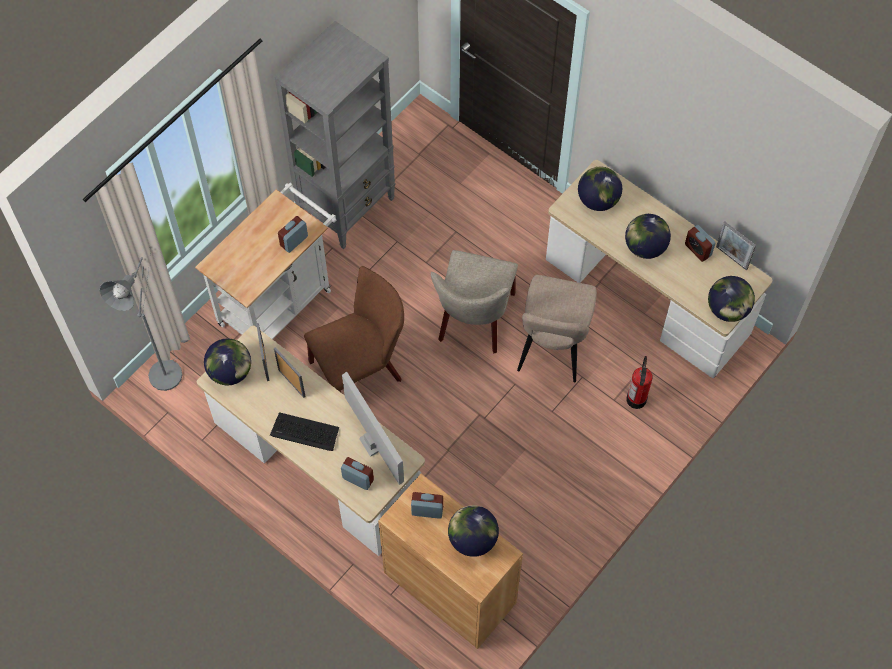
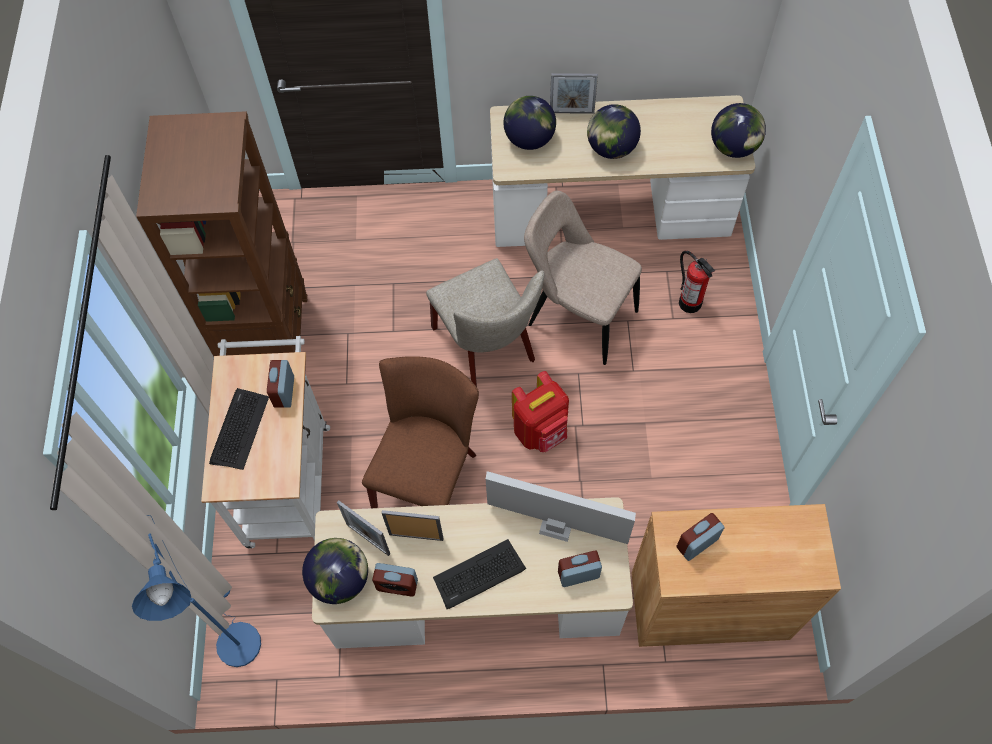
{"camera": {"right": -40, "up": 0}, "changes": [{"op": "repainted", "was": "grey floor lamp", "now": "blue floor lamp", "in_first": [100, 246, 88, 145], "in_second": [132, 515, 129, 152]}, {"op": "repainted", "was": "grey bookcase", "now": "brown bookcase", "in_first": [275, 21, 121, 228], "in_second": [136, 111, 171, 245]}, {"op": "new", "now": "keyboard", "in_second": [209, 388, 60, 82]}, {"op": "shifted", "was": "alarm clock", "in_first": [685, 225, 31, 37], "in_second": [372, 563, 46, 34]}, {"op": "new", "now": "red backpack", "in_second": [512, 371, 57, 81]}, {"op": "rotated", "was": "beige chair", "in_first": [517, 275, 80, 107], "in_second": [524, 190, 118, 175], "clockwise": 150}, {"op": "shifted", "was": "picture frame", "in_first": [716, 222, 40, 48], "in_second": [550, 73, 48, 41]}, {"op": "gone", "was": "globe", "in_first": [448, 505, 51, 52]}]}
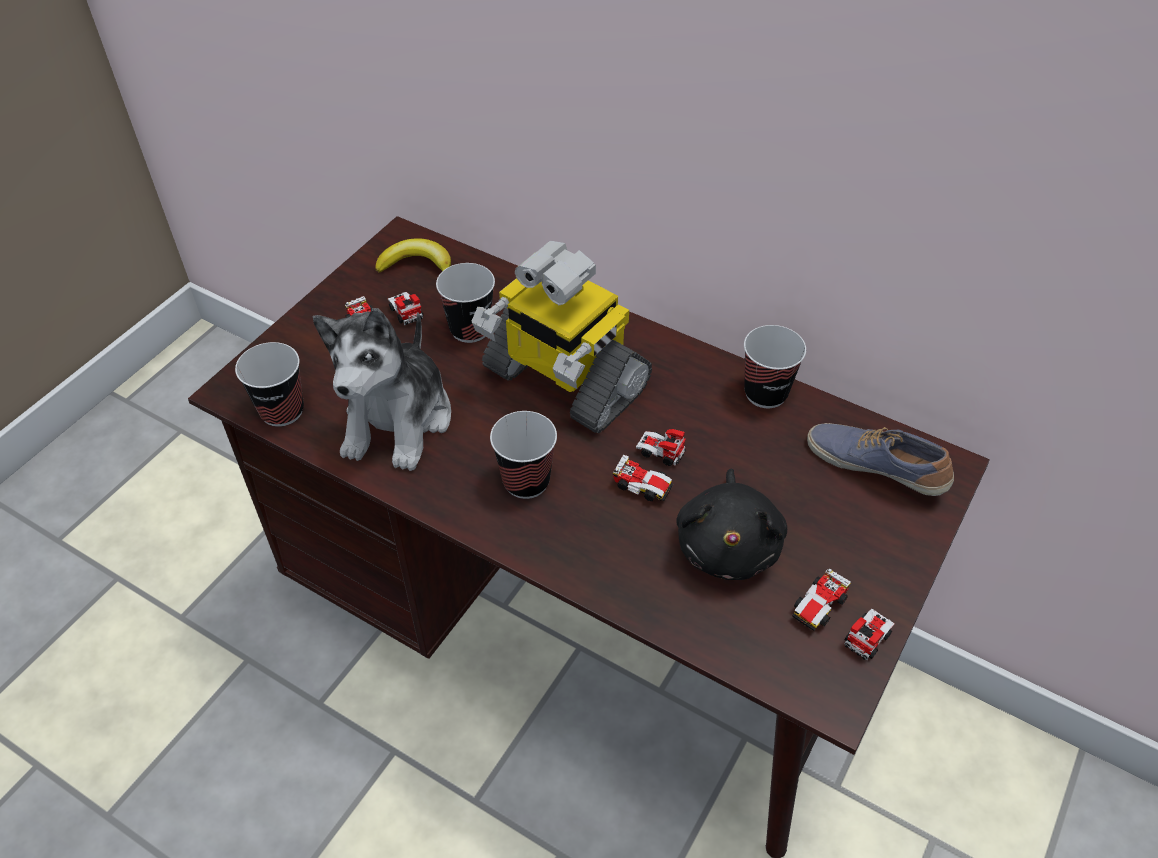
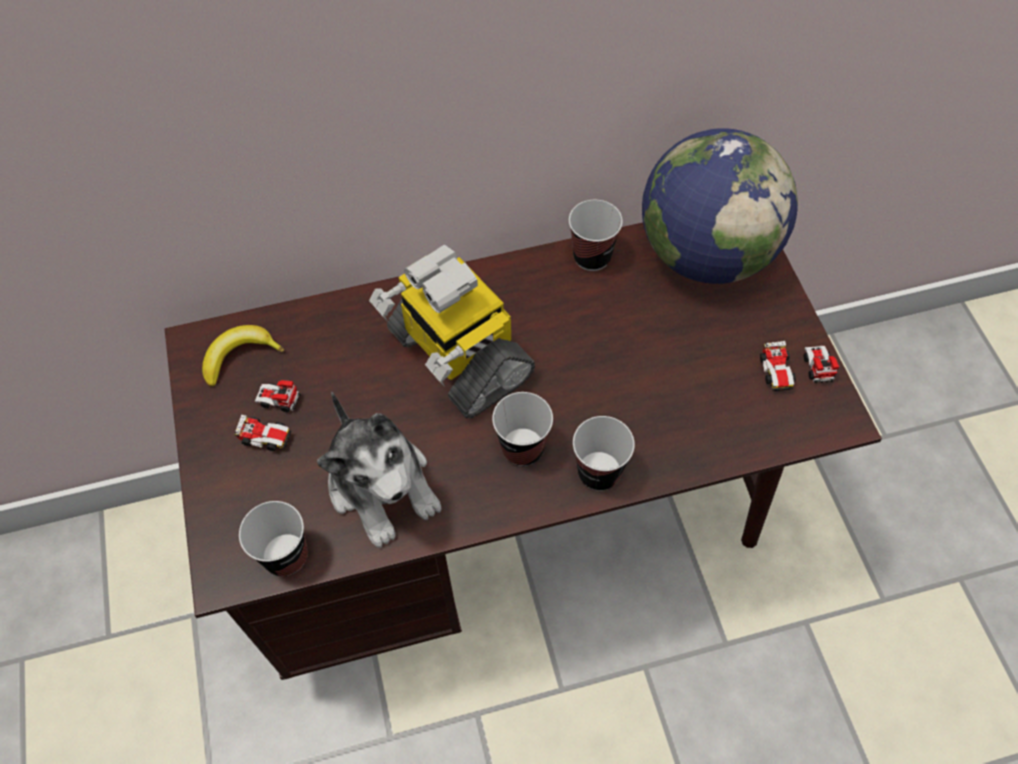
{"camera": {"right": -45, "up": 10}, "changes": [{"op": "rotated", "was": "toy robot", "in_first": [471, 241, 181, 192], "in_second": [369, 245, 166, 174], "clockwise": 60}, {"op": "shifted", "was": "cup", "in_first": [436, 263, 59, 80], "in_second": [573, 416, 62, 75]}, {"op": "swapped", "was": "shoe", "now": "globe", "in_first": [807, 423, 147, 73], "in_second": [642, 128, 156, 156]}, {"op": "gone", "was": "toy car", "in_first": [613, 429, 73, 73]}, {"op": "gone", "was": "black plush toy", "in_first": [676, 469, 111, 111]}]}
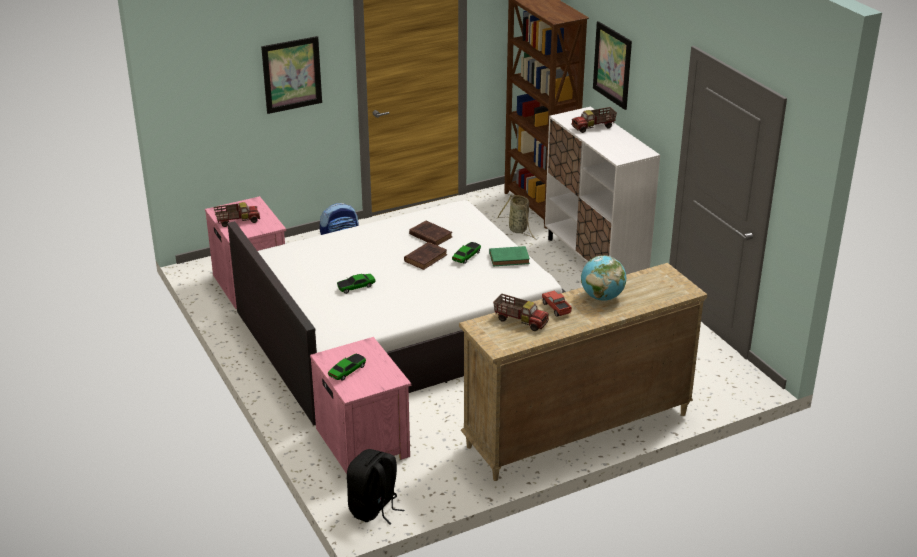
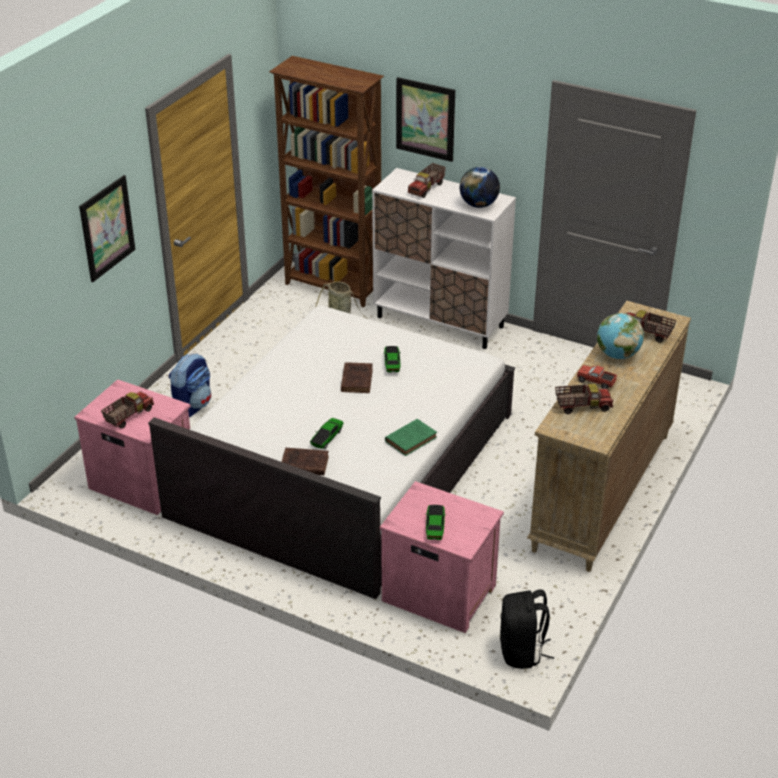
{"camera": {"right": -35, "up": 5}, "changes": [{"op": "shifted", "was": "brown book", "in_first": [409, 221, 43, 25], "in_second": [282, 448, 47, 27]}, {"op": "shifted", "was": "green book", "in_first": [489, 246, 41, 20], "in_second": [385, 419, 52, 37]}, {"op": "new", "now": "globe", "in_second": [460, 167, 40, 41]}, {"op": "new", "now": "toy truck", "in_second": [626, 310, 51, 33]}]}
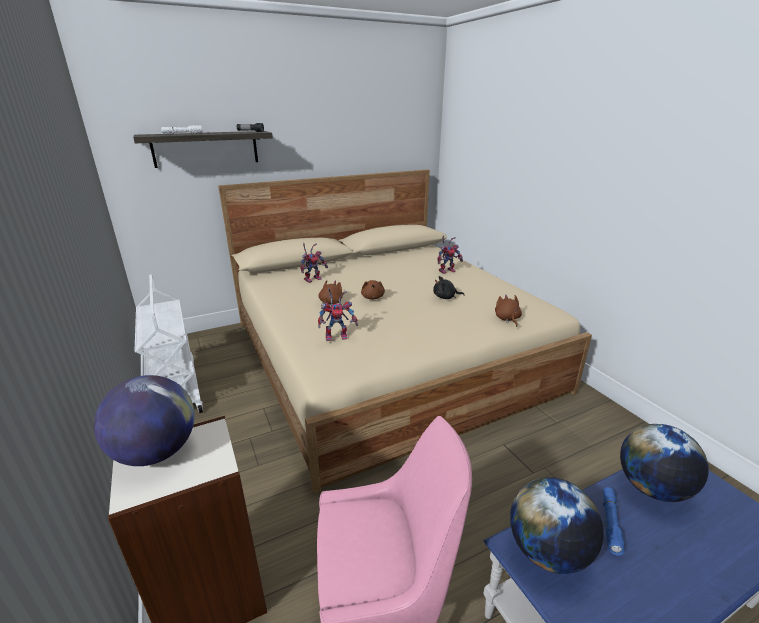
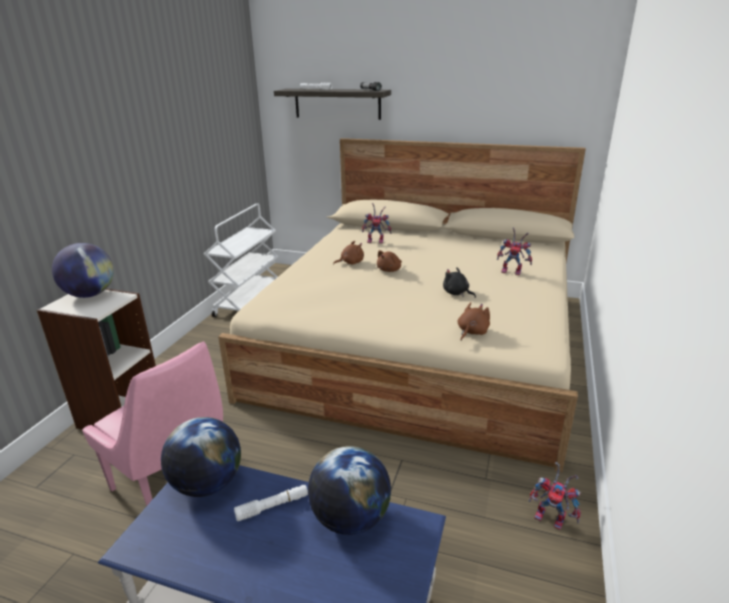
{"camera": {"right": 45, "up": 0}, "changes": [{"op": "repainted", "was": "blue flashlight", "now": "white flashlight", "in_first": [603, 487, 22, 69], "in_second": [234, 485, 74, 36]}, {"op": "shifted", "was": "toy robot", "in_first": [318, 288, 40, 53], "in_second": [528, 462, 53, 68]}]}
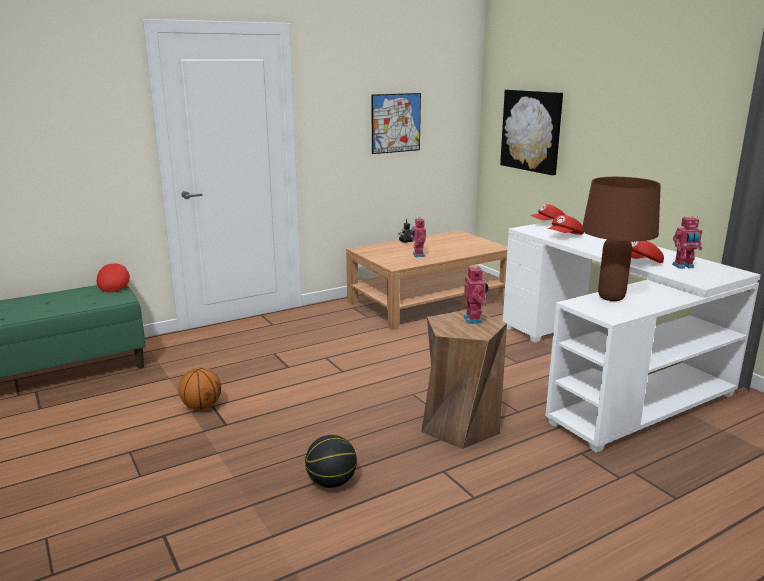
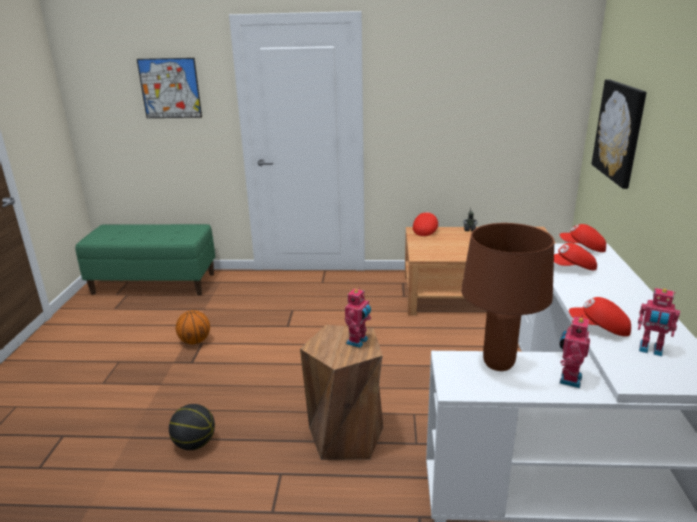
{"camera": {"right": 35, "up": 5}, "changes": [{"op": "shifted", "was": "picture", "in_first": [371, 93, 50, 61], "in_second": [137, 58, 65, 60]}, {"op": "shifted", "was": "red cap", "in_first": [97, 263, 33, 29], "in_second": [413, 212, 25, 24]}, {"op": "shifted", "was": "toy robot", "in_first": [411, 217, 15, 40], "in_second": [559, 315, 31, 73]}]}
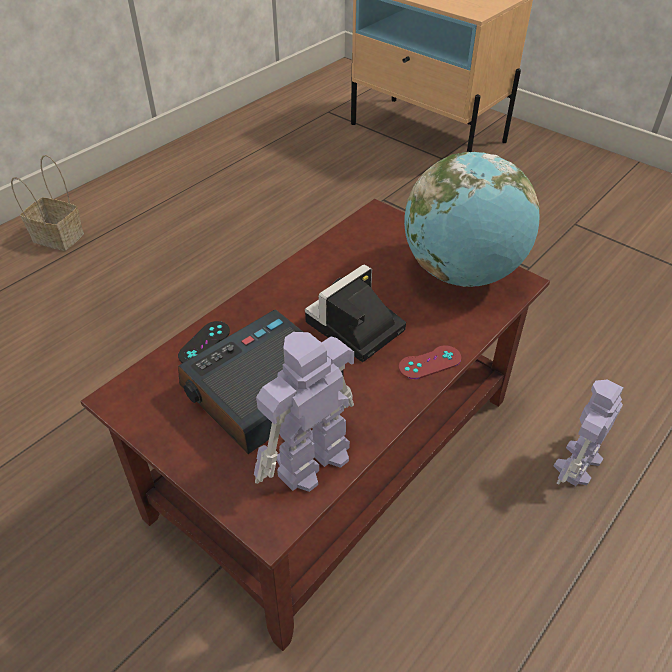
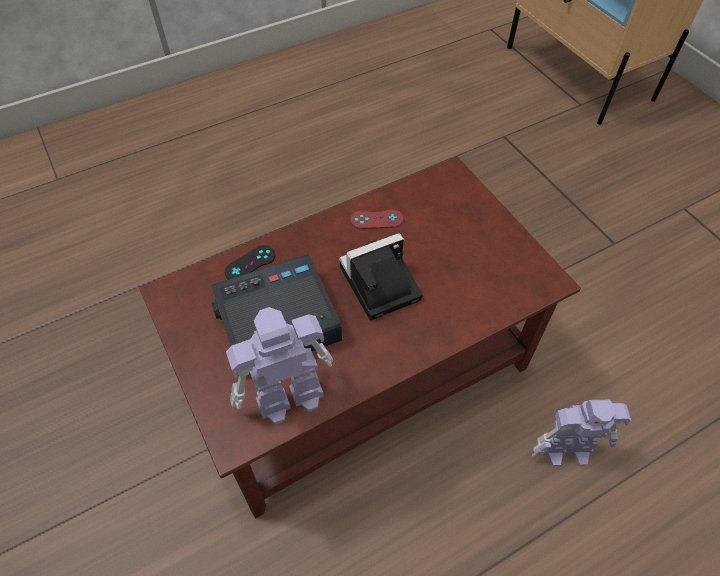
{"camera": {"right": 20, "up": 10}, "changes": [{"op": "shifted", "was": "red game controller", "in_first": [399, 345, 62, 34], "in_second": [350, 209, 53, 20]}, {"op": "rotated", "was": "toy robot", "in_first": [554, 380, 70, 106], "in_second": [532, 400, 99, 66], "clockwise": -150}, {"op": "gone", "was": "basket", "in_first": [11, 155, 73, 96]}, {"op": "gone", "was": "globe", "in_first": [404, 152, 136, 135]}]}
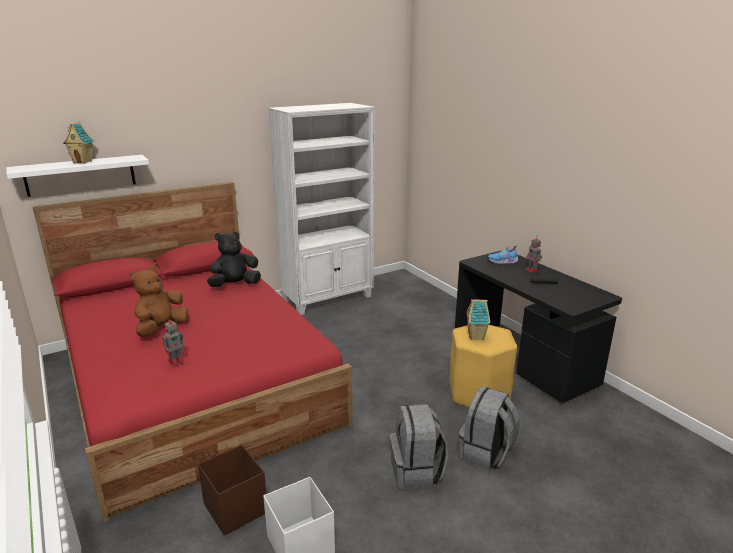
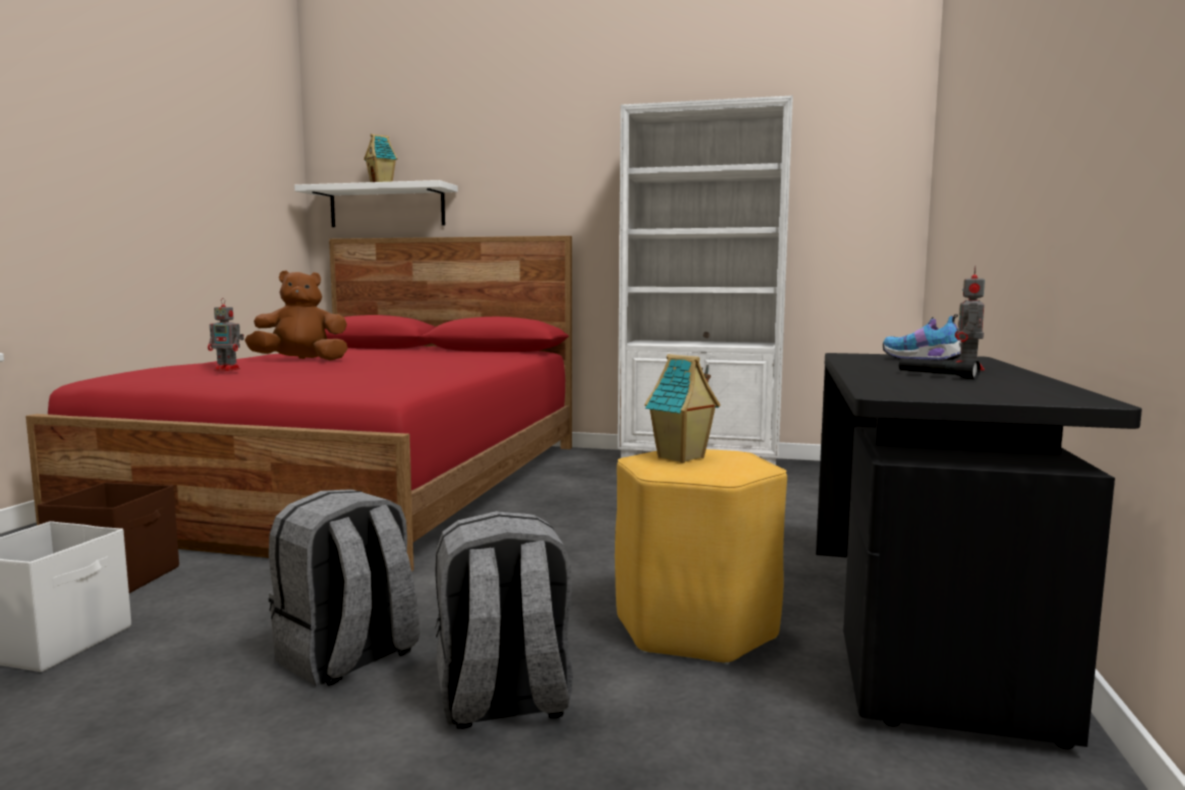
{"camera": {"right": 45, "up": -15}, "changes": [{"op": "gone", "was": "black plush toy", "in_first": [207, 232, 54, 55]}]}
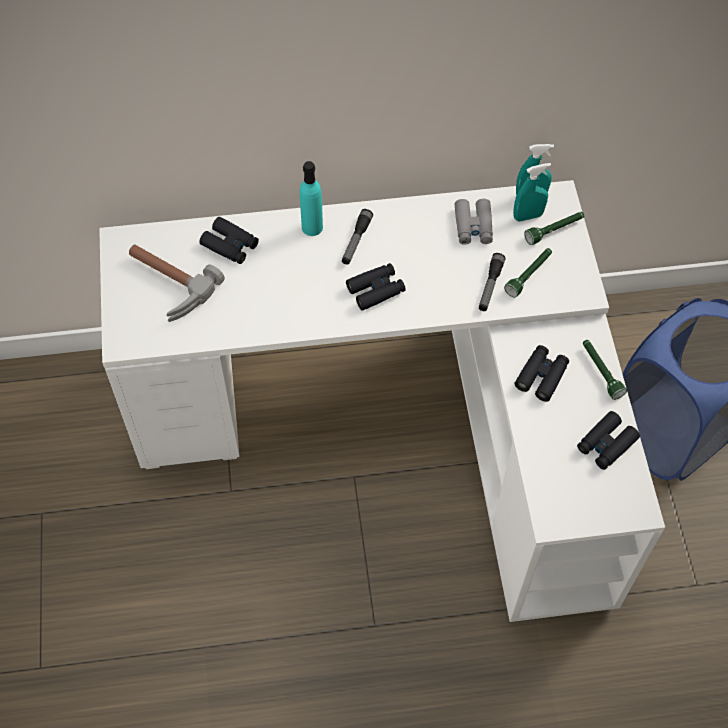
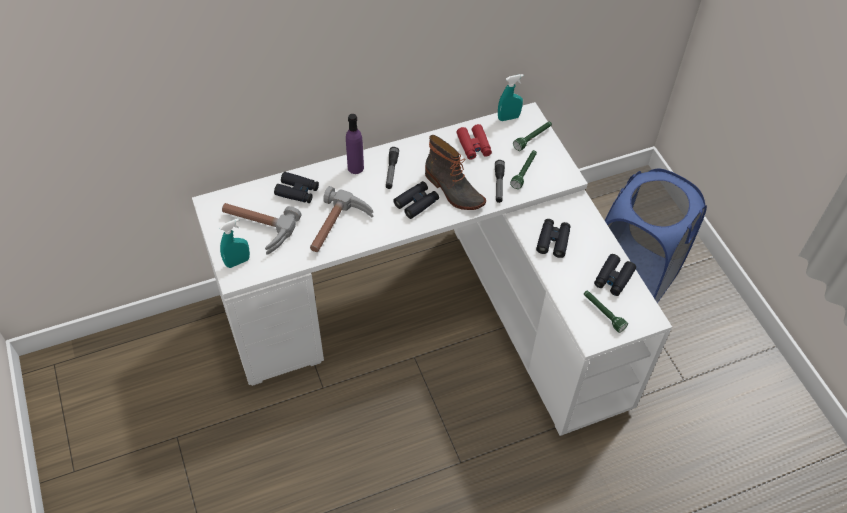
{"camera": {"right": -15, "up": -5}, "changes": [{"op": "shifted", "was": "turquoise spray bottle", "in_first": [513, 163, 38, 59], "in_second": [219, 219, 31, 49]}, {"op": "new", "now": "hammer", "in_second": [310, 186, 64, 66]}, {"op": "repainted", "was": "turquoise bottle", "now": "purple bottle", "in_first": [300, 161, 23, 75], "in_second": [346, 114, 18, 60]}, {"op": "new", "now": "boot", "in_second": [425, 135, 61, 75]}, {"op": "repainted", "was": "grey binoculars", "now": "red binoculars", "in_first": [455, 199, 38, 46], "in_second": [456, 124, 36, 36]}, {"op": "shifted", "was": "green flashlight", "in_first": [583, 340, 44, 60], "in_second": [584, 291, 44, 42]}]}
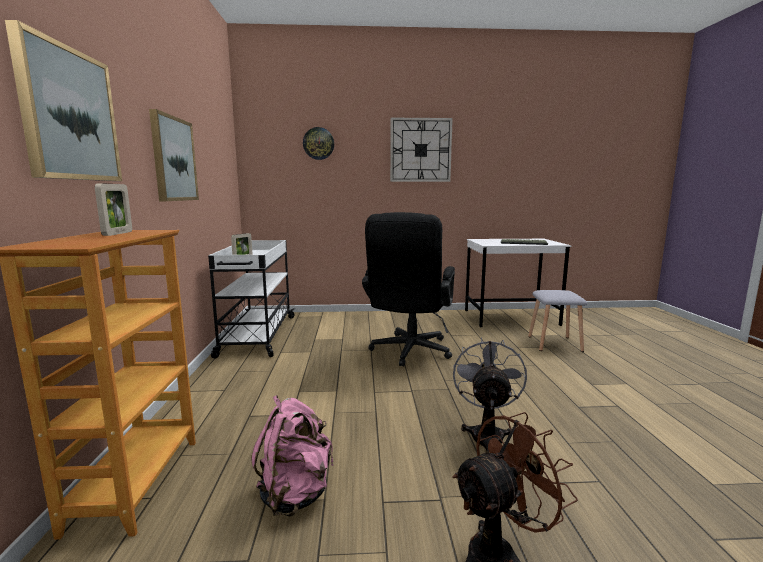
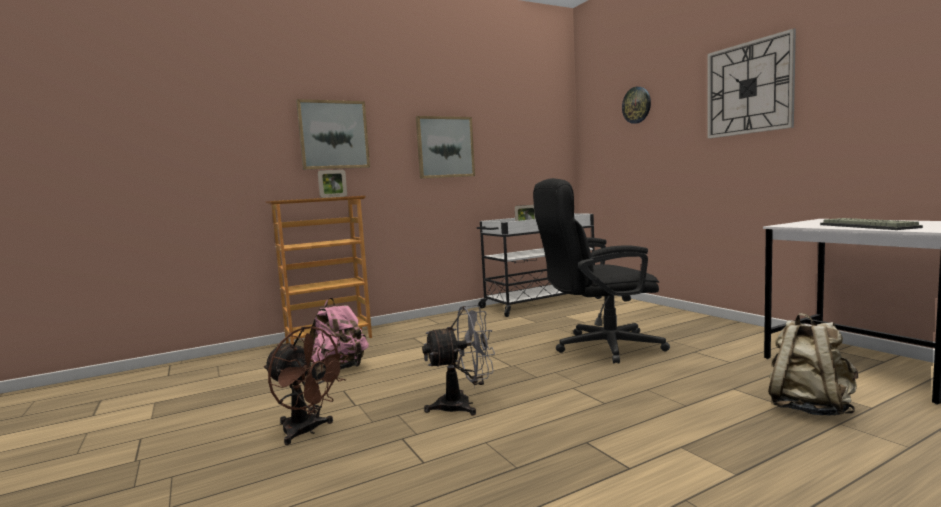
{"camera": {"right": 65, "up": -5}, "changes": [{"op": "swapped", "was": "grey stool", "now": "beige backpack", "in_first": [528, 290, 59, 62], "in_second": [768, 313, 90, 103]}]}
